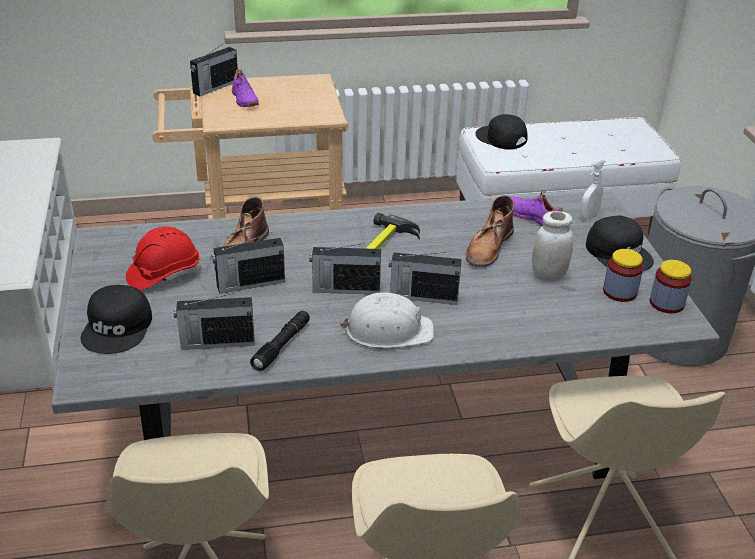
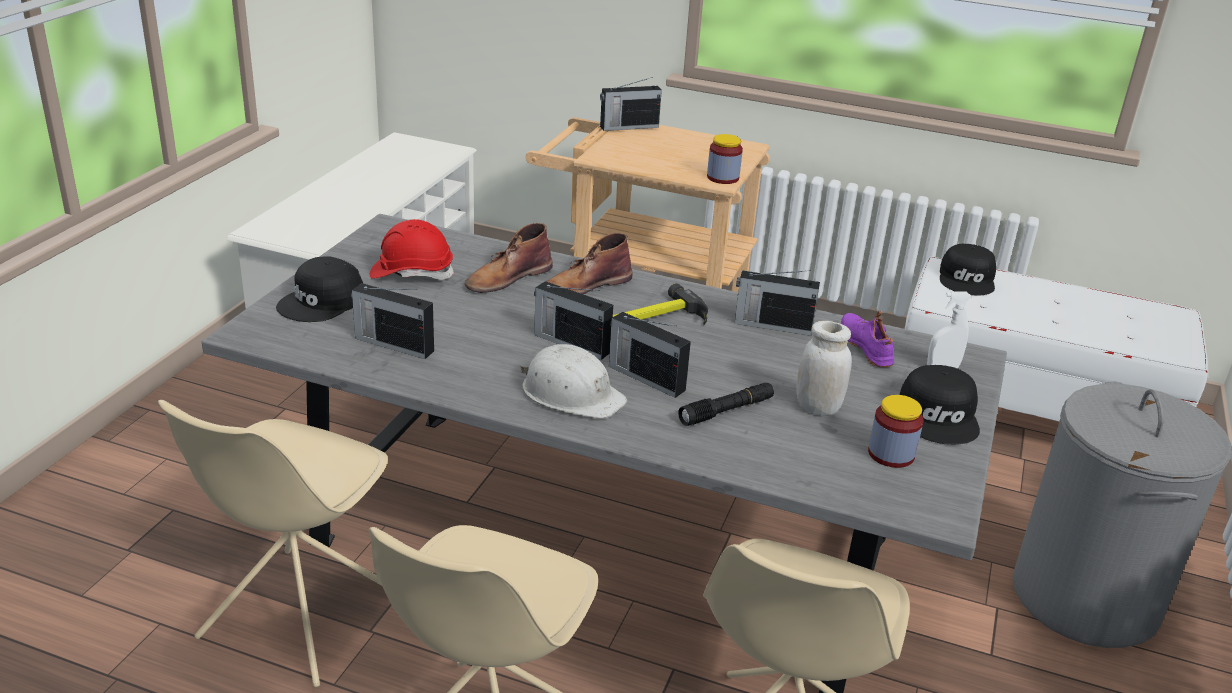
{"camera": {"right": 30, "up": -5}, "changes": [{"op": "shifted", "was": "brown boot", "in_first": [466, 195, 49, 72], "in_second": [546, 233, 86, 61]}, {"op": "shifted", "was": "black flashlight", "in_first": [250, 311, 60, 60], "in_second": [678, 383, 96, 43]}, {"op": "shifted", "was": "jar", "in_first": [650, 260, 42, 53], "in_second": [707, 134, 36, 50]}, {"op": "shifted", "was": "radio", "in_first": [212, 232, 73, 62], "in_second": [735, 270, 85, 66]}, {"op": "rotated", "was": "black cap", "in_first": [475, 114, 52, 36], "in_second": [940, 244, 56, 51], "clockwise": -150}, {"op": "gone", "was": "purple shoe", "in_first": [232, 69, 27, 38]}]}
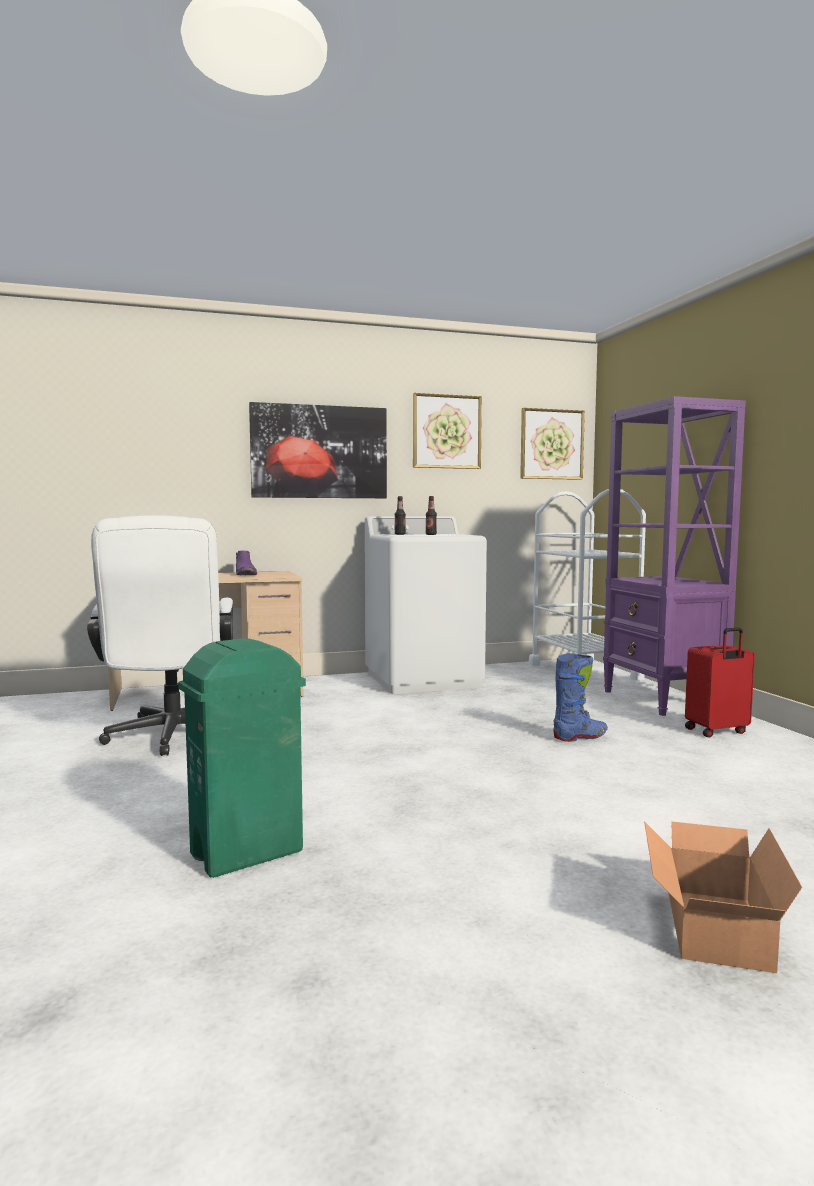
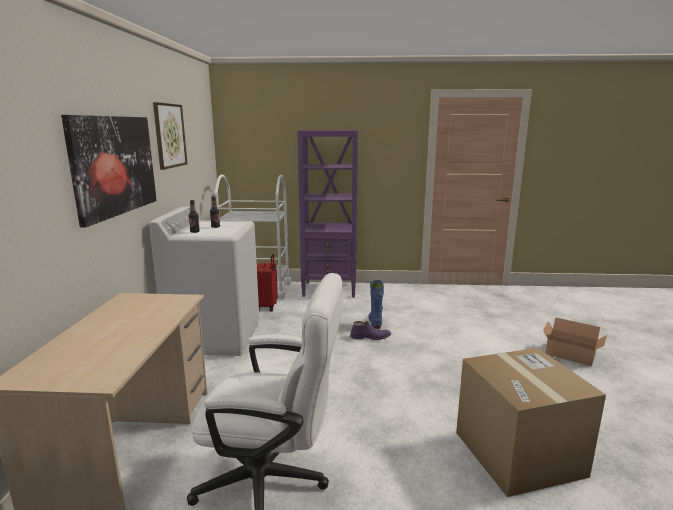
{"camera": {"right": -70, "up": 10}, "changes": [{"op": "shifted", "was": "red suitcase", "in_first": [685, 628, 70, 109], "in_second": [257, 254, 21, 57]}, {"op": "shifted", "was": "purple boot", "in_first": [236, 551, 21, 24], "in_second": [350, 321, 41, 19]}, {"op": "swapped", "was": "green trash can", "now": "cardboard box", "in_first": [178, 638, 128, 240], "in_second": [456, 348, 150, 149]}, {"op": "gone", "was": "picture", "in_first": [520, 408, 65, 72]}]}
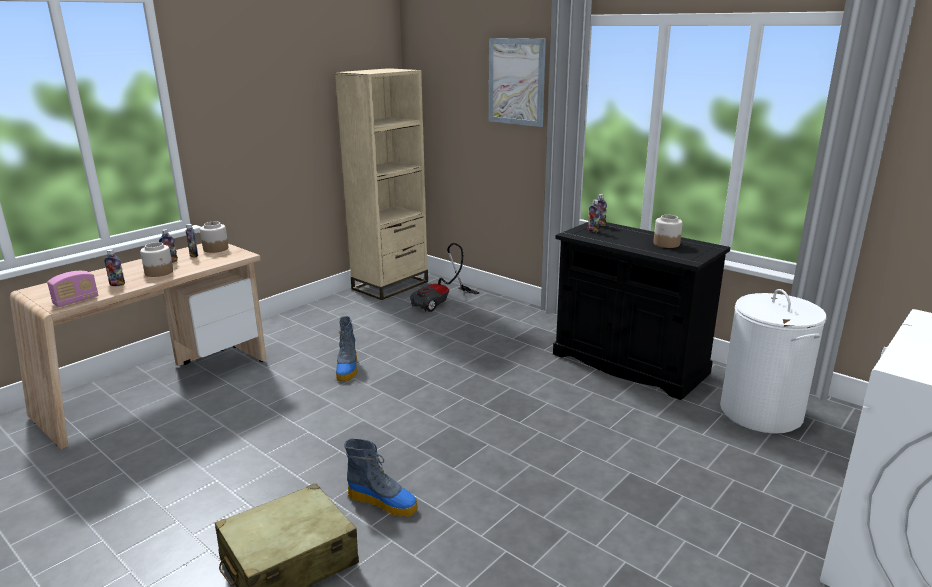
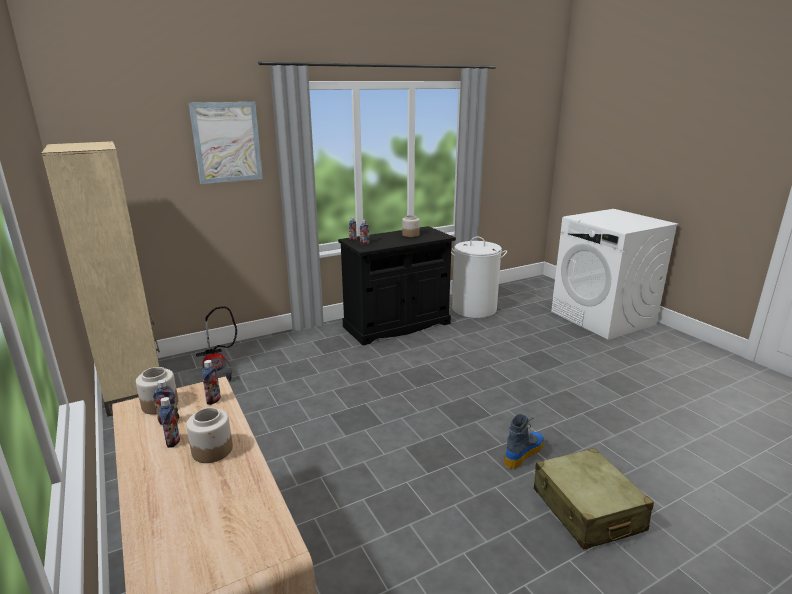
{"camera": {"right": -70, "up": 0}, "changes": [{"op": "shifted", "was": "bottle", "in_first": [104, 249, 21, 37], "in_second": [202, 360, 19, 45]}, {"op": "gone", "was": "radio", "in_first": [47, 271, 51, 36]}, {"op": "gone", "was": "boot", "in_first": [336, 316, 21, 66]}]}
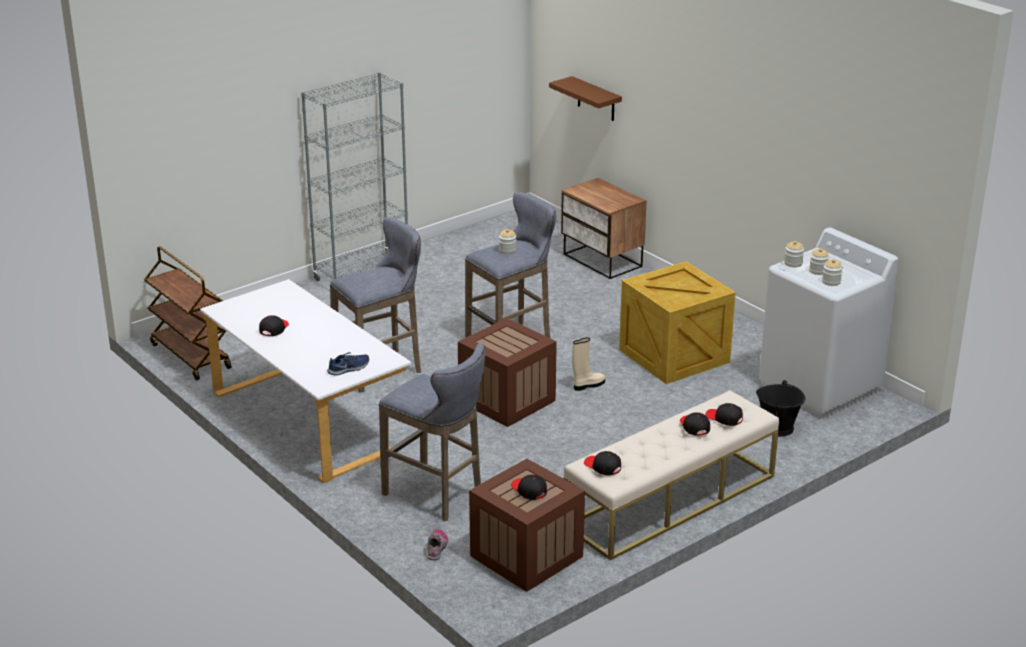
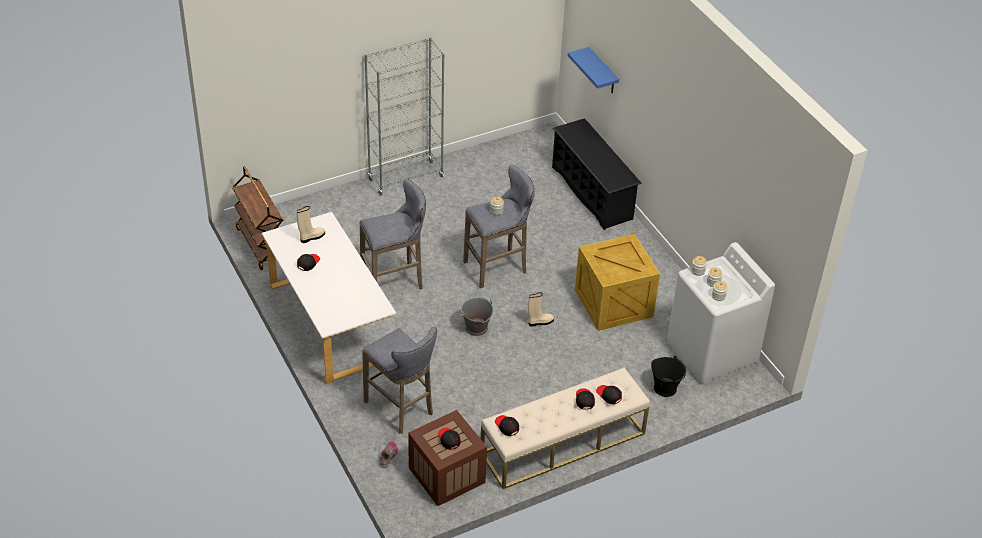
{"camera": {"right": 10, "up": 15}, "changes": [{"op": "new", "now": "beige boot", "in_second": [297, 206, 28, 37]}, {"op": "swapped", "was": "crate", "now": "grey bucket", "in_first": [458, 318, 98, 109], "in_second": [460, 297, 33, 39]}, {"op": "swapped", "was": "nightstand", "now": "black shoe rack", "in_first": [561, 178, 86, 101], "in_second": [552, 118, 90, 112]}, {"op": "repainted", "was": "brown shelf", "now": "blue shelf", "in_first": [549, 76, 73, 45], "in_second": [568, 47, 51, 46]}, {"op": "gone", "was": "blue shoe", "in_first": [327, 352, 42, 24]}]}
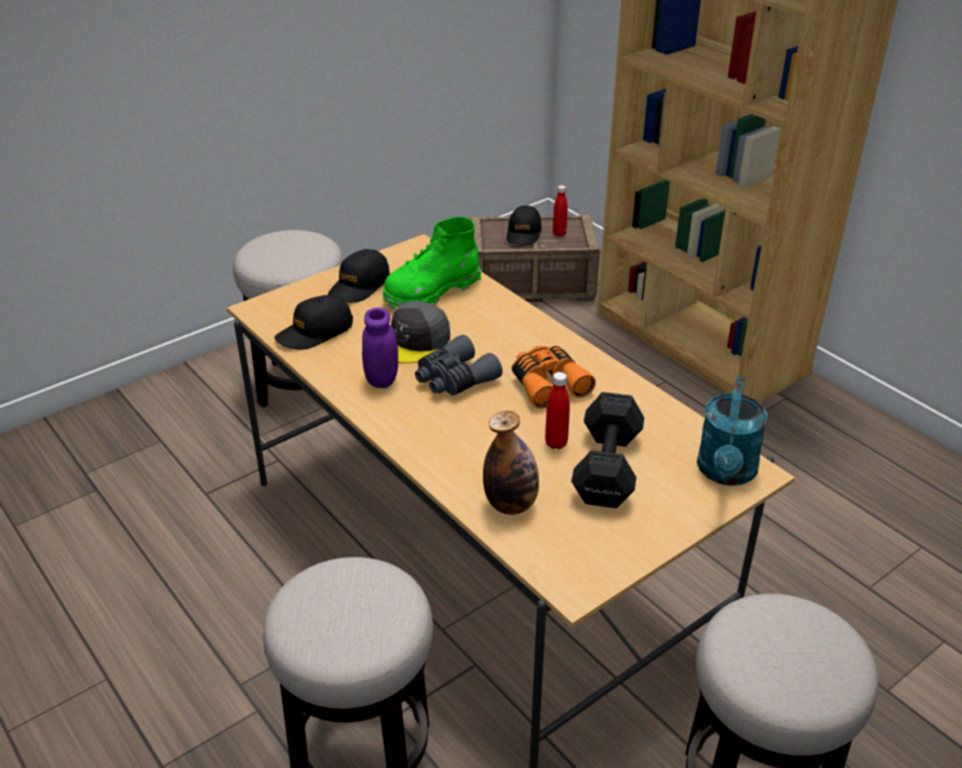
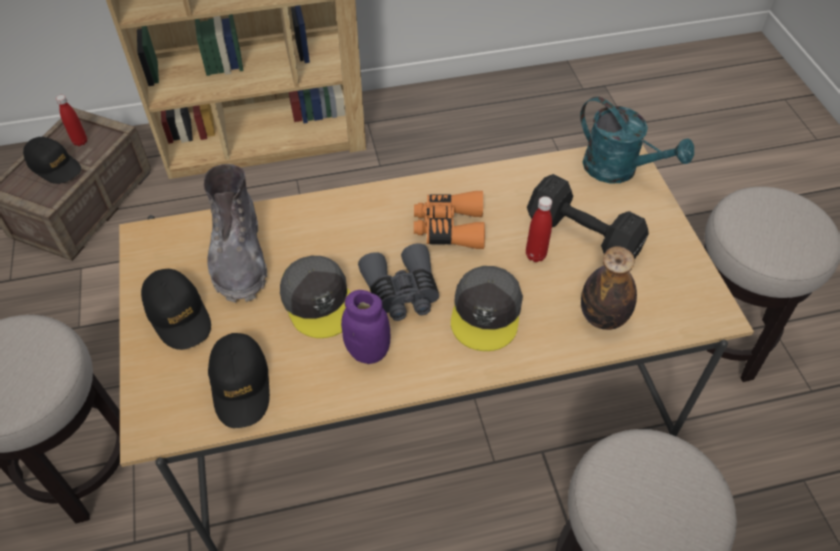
{"camera": {"right": -65, "up": 15}, "changes": [{"op": "repainted", "was": "green boot", "now": "grey boot", "in_first": [382, 216, 99, 94], "in_second": [204, 164, 63, 139]}, {"op": "new", "now": "grey cap", "in_second": [451, 266, 72, 85]}]}
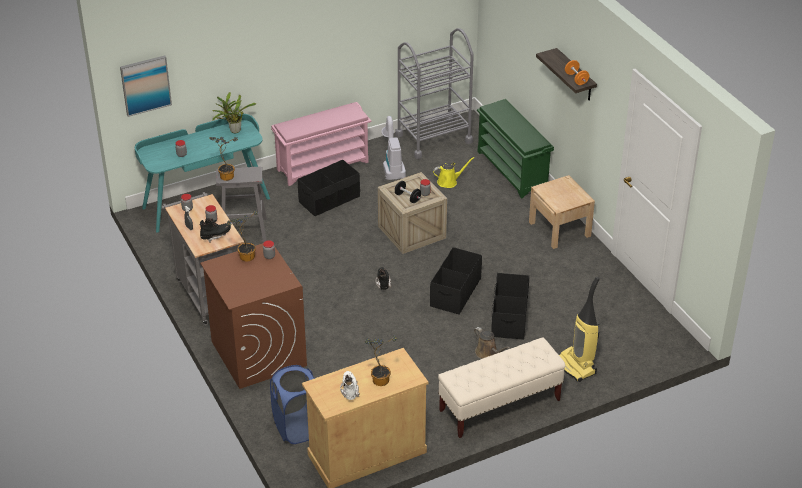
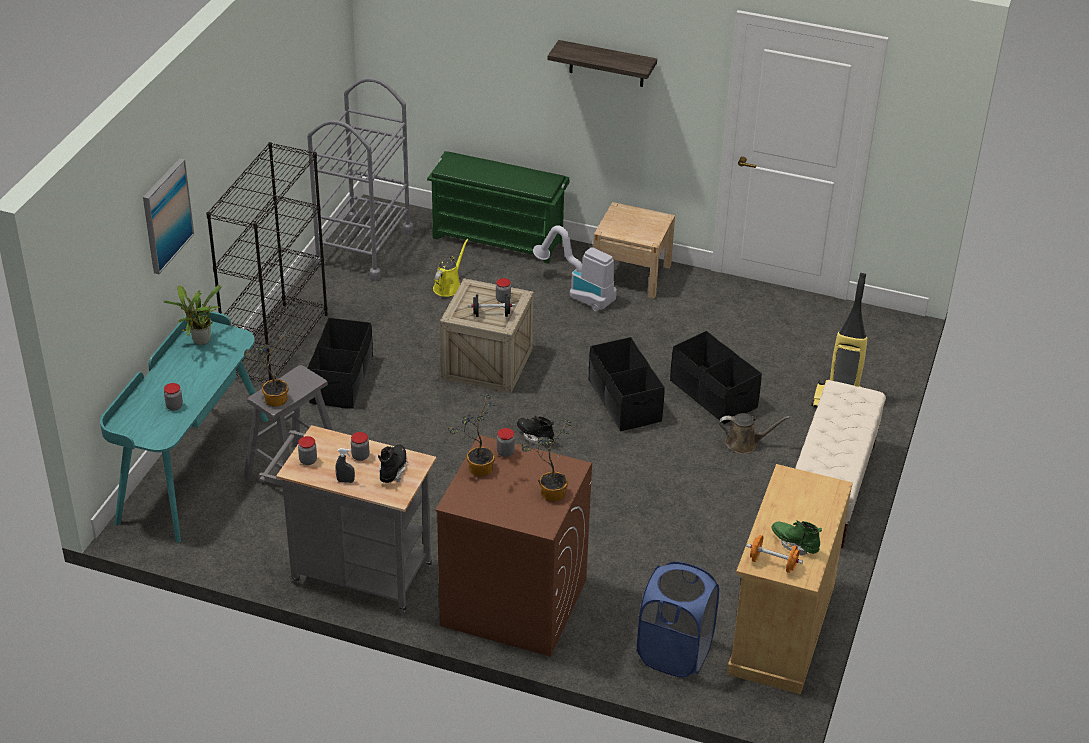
{"camera": {"right": -45, "up": 0}, "changes": [{"op": "shifted", "was": "picture", "in_first": [120, 55, 52, 62], "in_second": [143, 158, 51, 116]}, {"op": "swapped", "was": "pink shoe rack", "now": "black bookcase", "in_first": [271, 102, 100, 84], "in_second": [206, 142, 122, 241]}, {"op": "shifted", "was": "potted plant", "in_first": [364, 336, 34, 50], "in_second": [521, 419, 51, 82]}, {"op": "shifted", "was": "vacuum cleaner", "in_first": [381, 116, 25, 64], "in_second": [533, 225, 84, 86]}, {"op": "shifted", "was": "orange dumbbell", "in_first": [565, 60, 24, 25], "in_second": [746, 535, 57, 38]}, {"op": "repainted", "was": "white boot", "now": "green boot", "in_first": [340, 371, 20, 29], "in_second": [772, 520, 50, 36]}]}
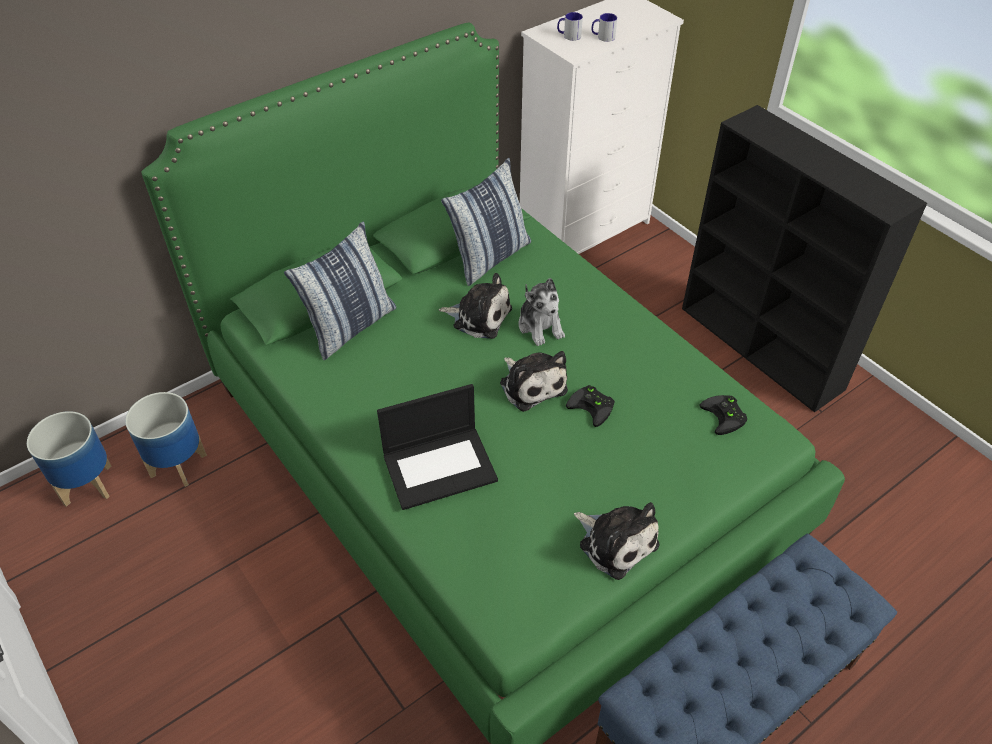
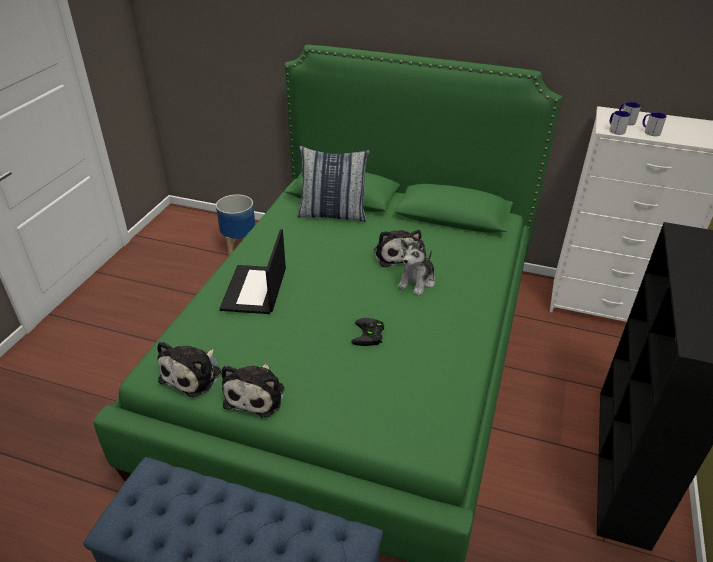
{"camera": {"right": 55, "up": -10}, "changes": [{"op": "shifted", "was": "plush toy", "in_first": [500, 351, 68, 61], "in_second": [157, 341, 64, 56]}, {"op": "rotated", "was": "laptop", "in_first": [377, 384, 121, 126], "in_second": [220, 229, 66, 85], "clockwise": 60}, {"op": "new", "now": "mug", "in_second": [609, 111, 22, 24]}, {"op": "gone", "was": "planter", "in_first": [27, 411, 84, 96]}, {"op": "gone", "was": "pillow", "in_first": [441, 158, 90, 128]}, {"op": "gone", "was": "black game controller", "in_first": [699, 395, 48, 40]}]}
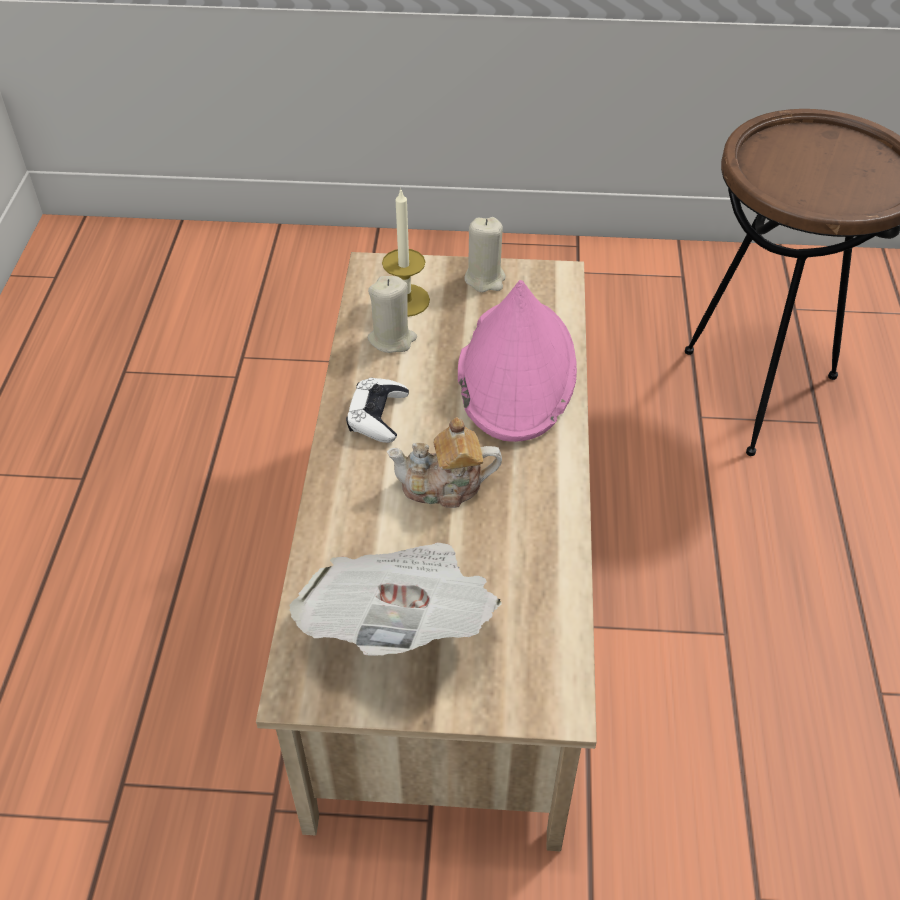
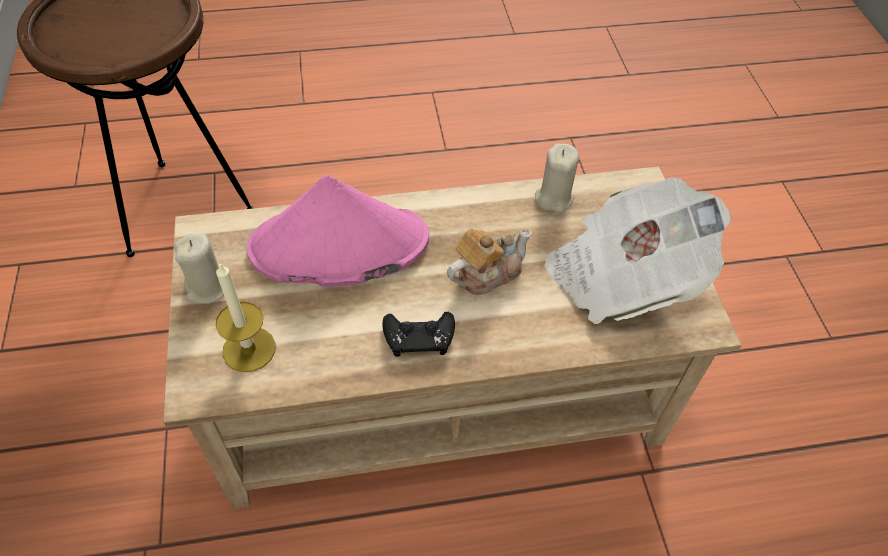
{"camera": {"right": -105, "up": 5}, "changes": [{"op": "repainted", "was": "white game controller", "now": "black game controller", "in_first": [346, 378, 63, 65], "in_second": [382, 312, 73, 45]}, {"op": "rotated", "was": "teapot", "in_first": [387, 417, 115, 91], "in_second": [447, 228, 85, 67], "clockwise": -105}, {"op": "shifted", "was": "beige candle", "in_first": [367, 276, 50, 77], "in_second": [535, 144, 44, 69]}]}
